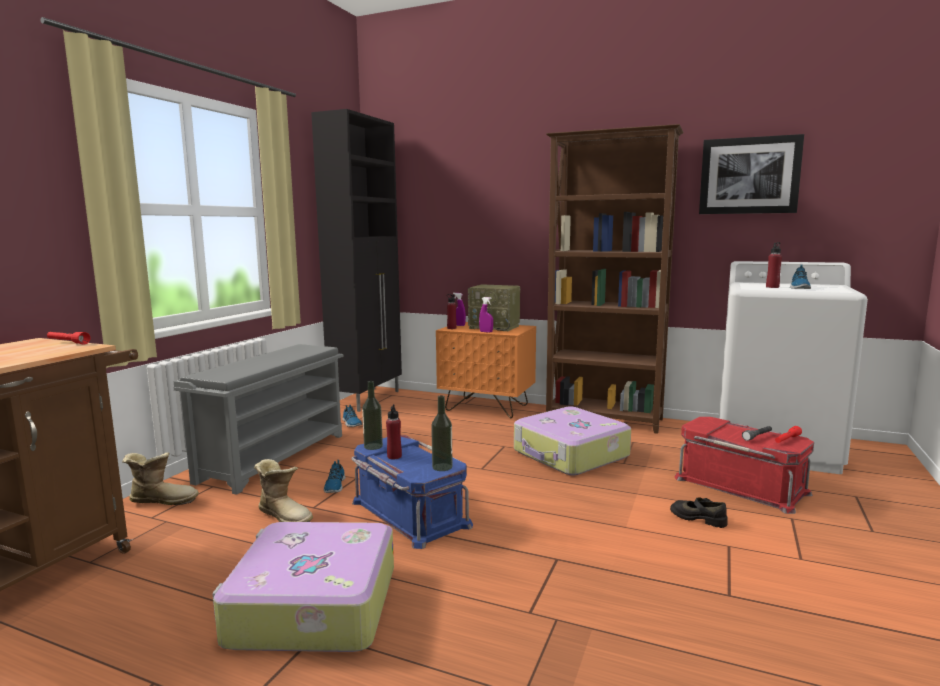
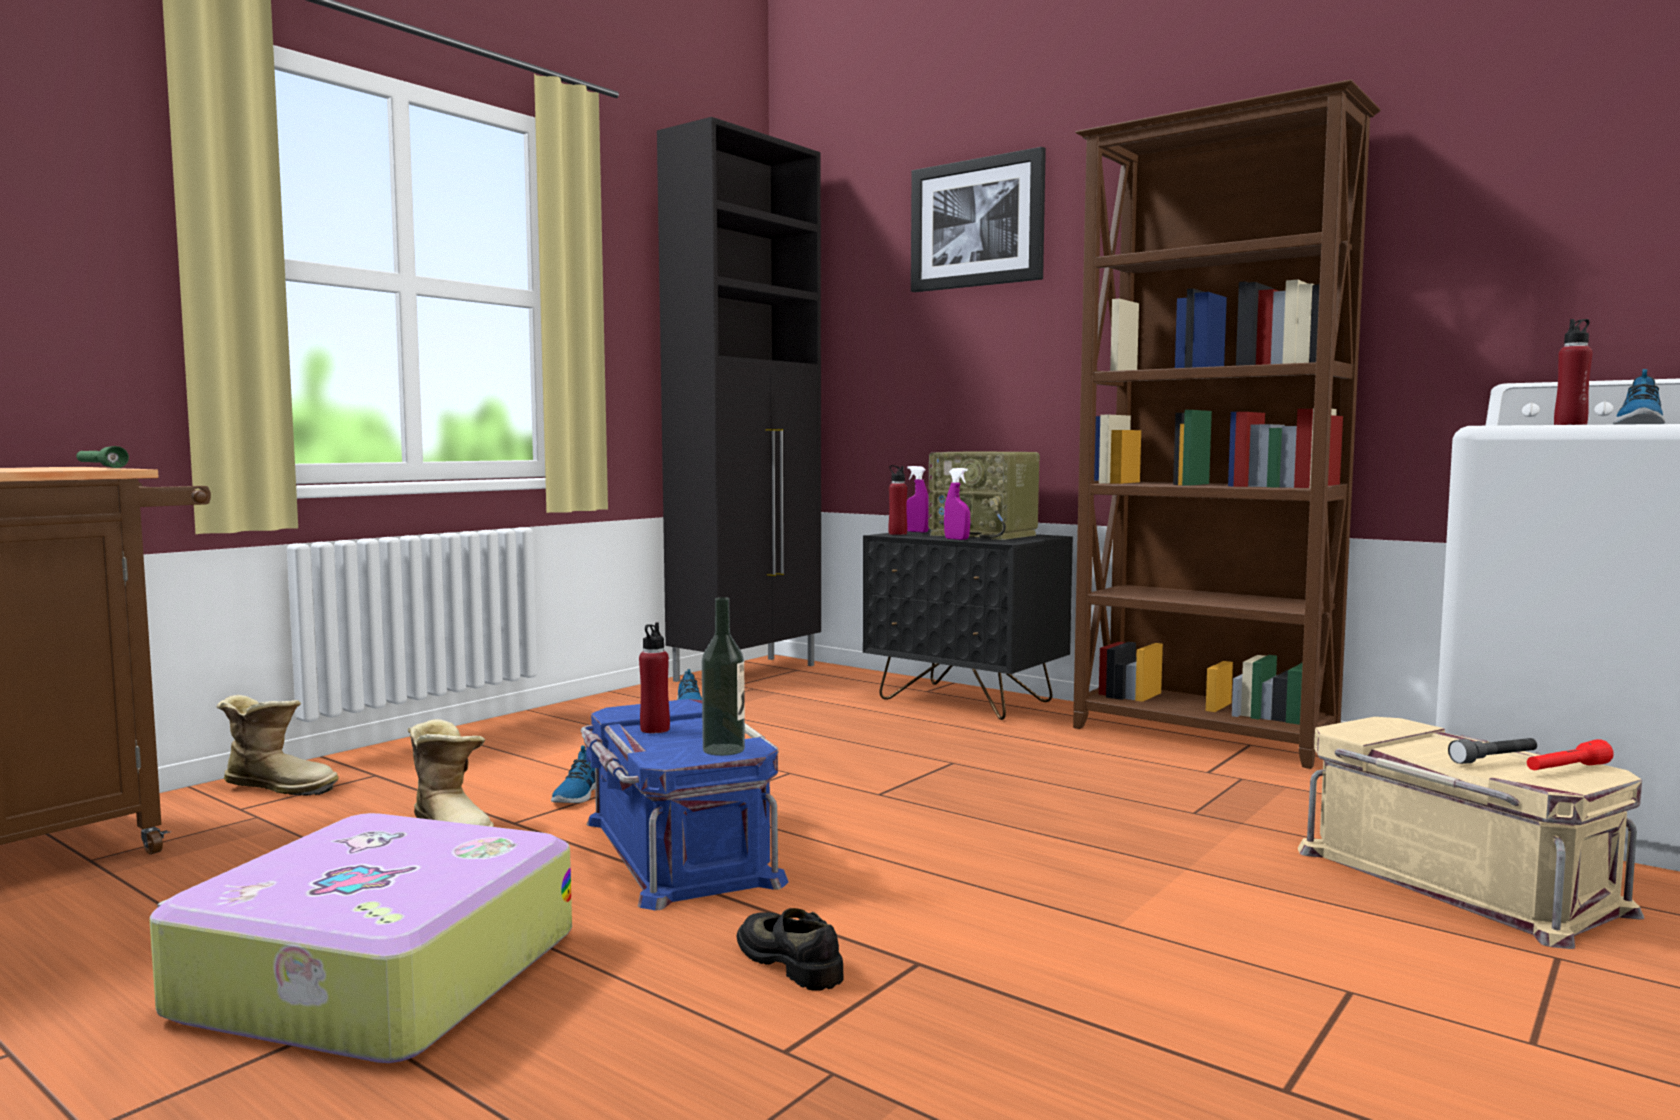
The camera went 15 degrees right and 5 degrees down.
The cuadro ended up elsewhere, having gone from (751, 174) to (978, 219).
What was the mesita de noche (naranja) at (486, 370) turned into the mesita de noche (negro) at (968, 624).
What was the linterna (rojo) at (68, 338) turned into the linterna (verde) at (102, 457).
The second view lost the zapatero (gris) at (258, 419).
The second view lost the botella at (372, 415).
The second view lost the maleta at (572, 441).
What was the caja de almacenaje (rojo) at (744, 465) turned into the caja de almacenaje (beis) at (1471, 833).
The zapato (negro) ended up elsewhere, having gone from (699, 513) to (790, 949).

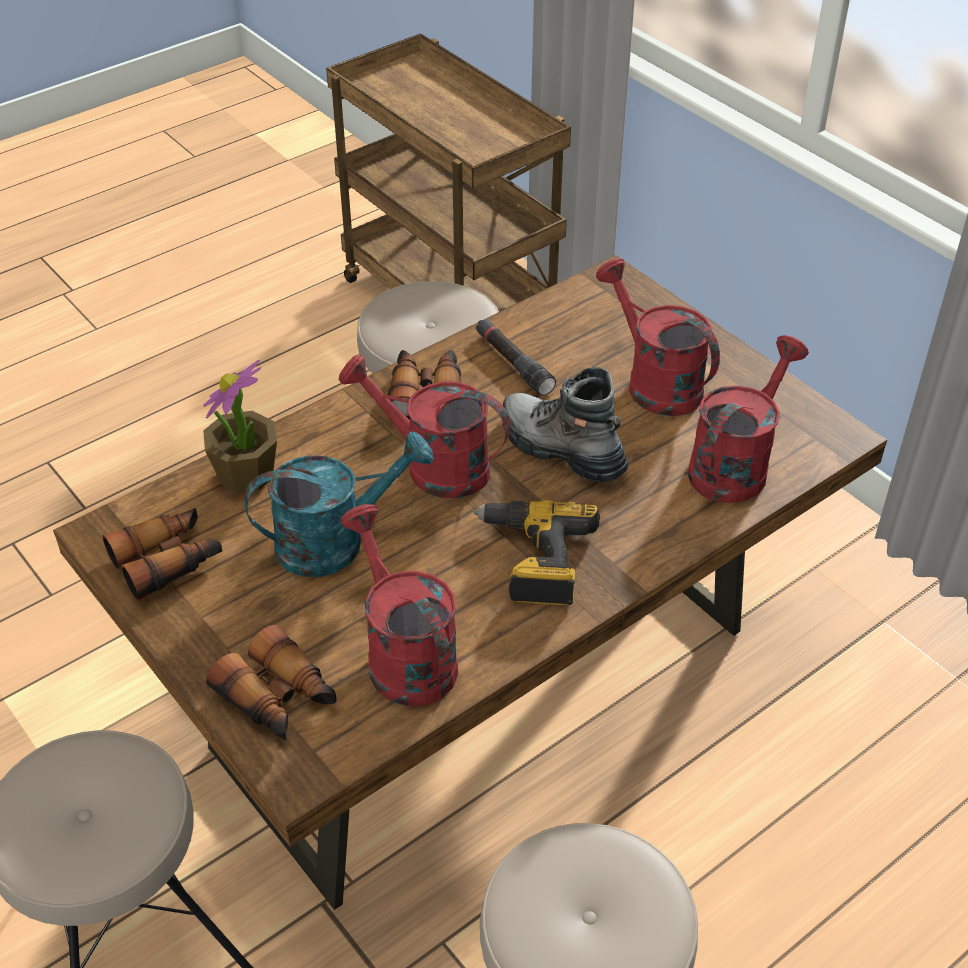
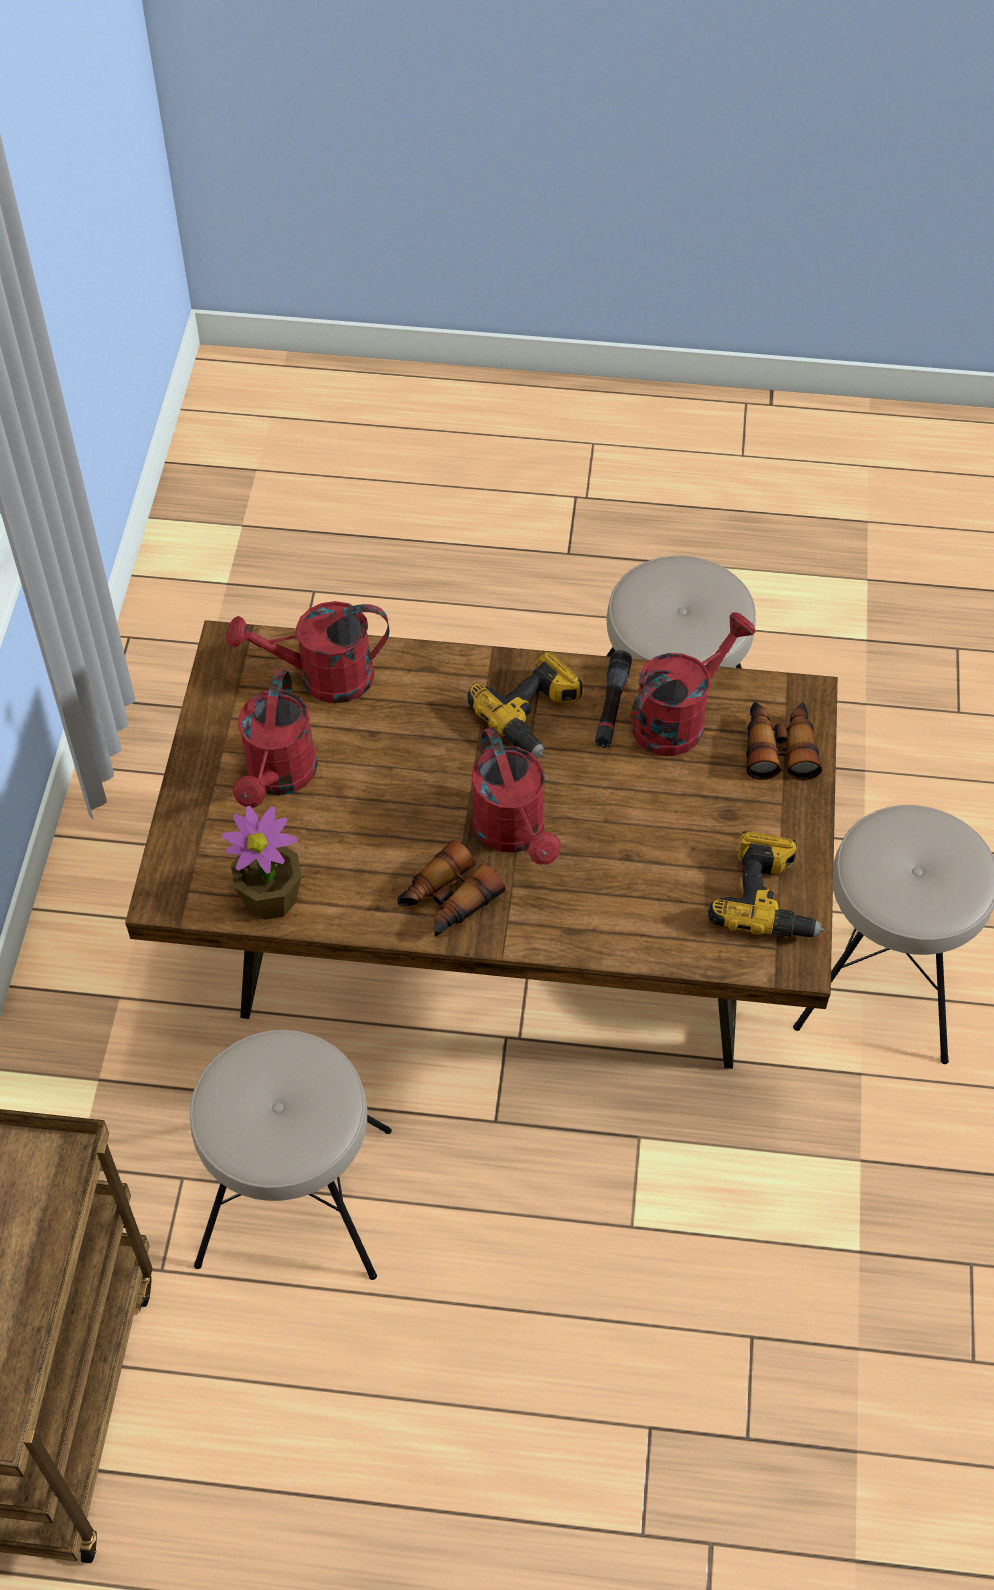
The camera went 135 degrees left and 10 degrees up.
The linterna (negro) ended up elsewhere, having gone from (516, 357) to (613, 699).
The planta en maceta ended up elsewhere, having gone from (240, 427) to (262, 863).
The second view lost the bota at (565, 425).
The second view lost the regadera (turquesa) at (339, 504).
The regadera (rojo) at (399, 605) ended up facing another way, 150 degrees counterclockwise from before.
Where the prismáticos stood at (162, 555), the taladro came to stand at (766, 884).

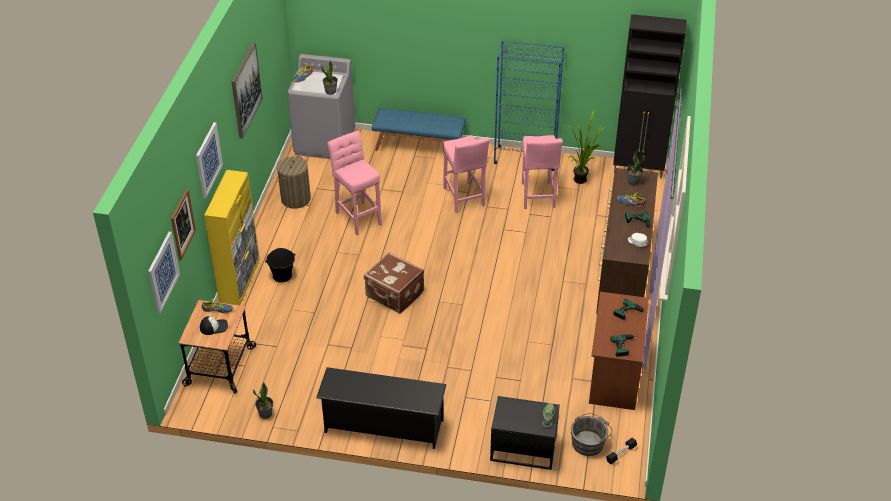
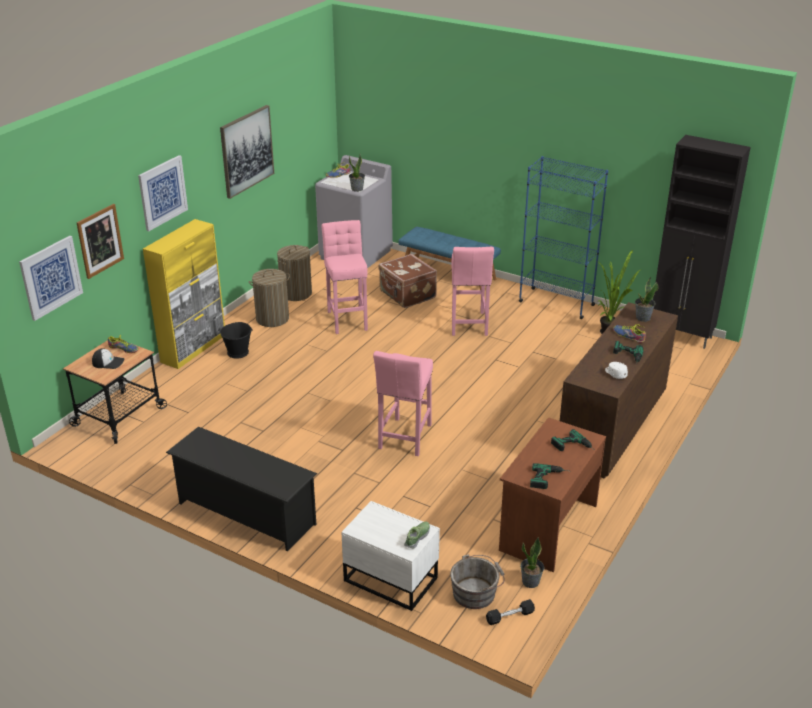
The camera went 20 degrees right and 10 degrees down.
The taburete (rosa) ended up elsewhere, having gone from (542, 172) to (403, 403).
The maleta (marrón) ended up elsewhere, having gone from (394, 283) to (408, 281).
The planta en maceta ended up elsewhere, having gone from (263, 400) to (532, 562).
What was the mesita de noche (negro) at (525, 433) turned into the mesita de noche (blanco) at (390, 556).
The second view gained the cesto de la ropa at (269, 298).

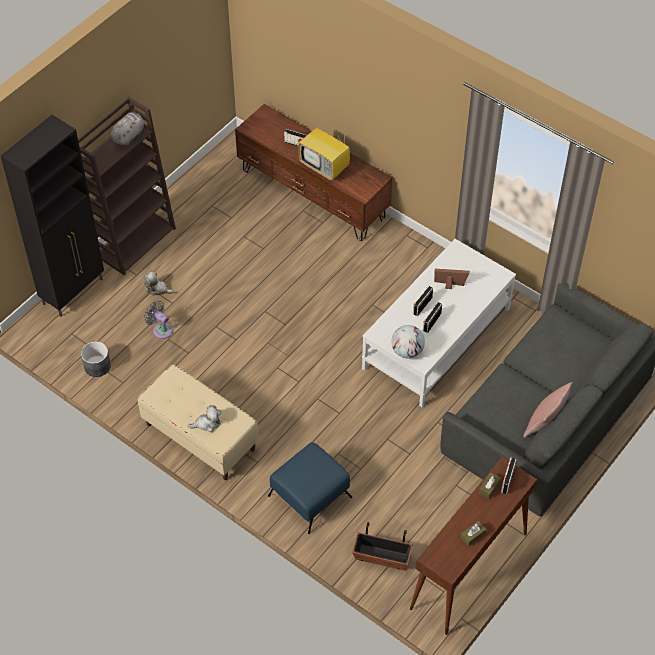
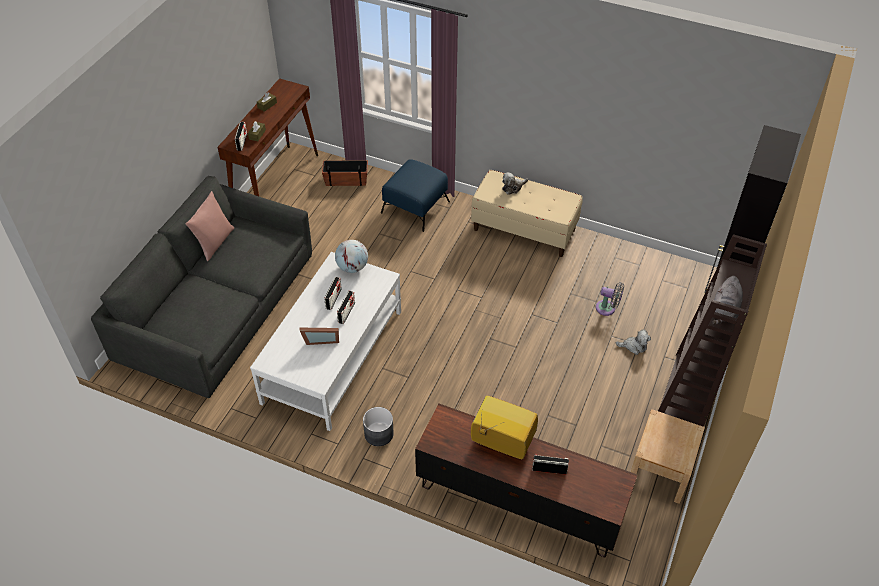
The camera went 165 degrees right and 5 degrees down.
The maceta (gris) ended up elsewhere, having gone from (96, 359) to (378, 426).
The second view gained the mesita de noche (beis) at (668, 456).

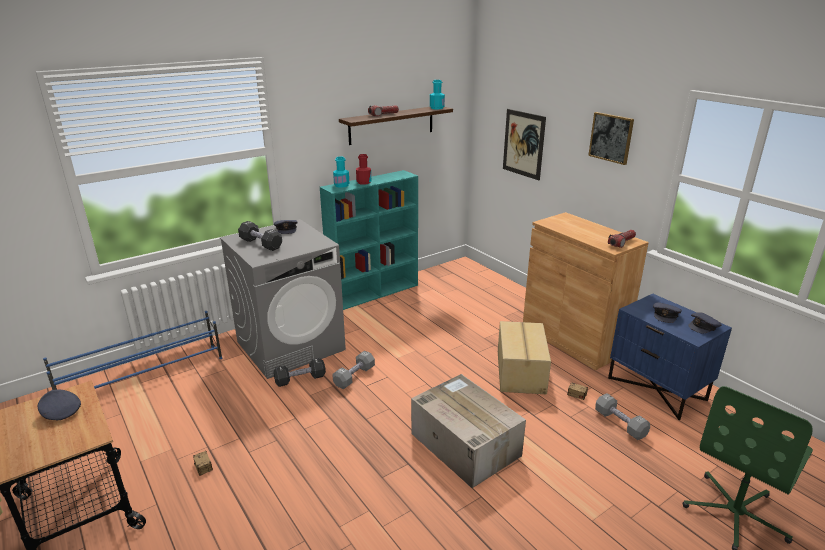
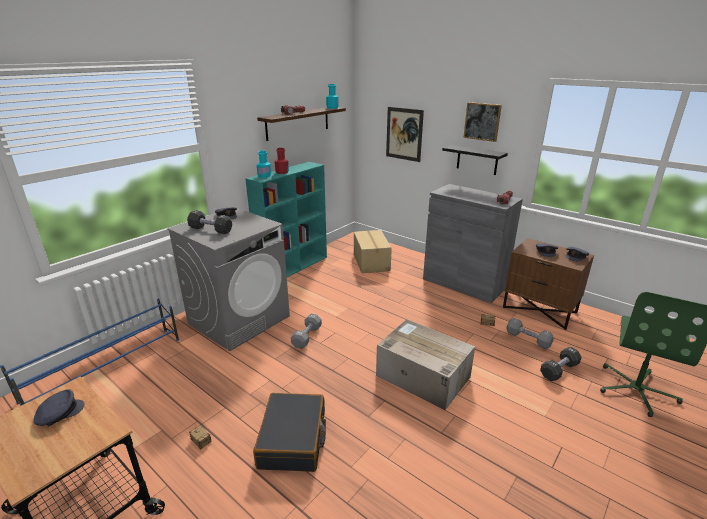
The camera went 15 degrees left and 0 degrees up.
What was the armario (marrón) at (586, 291) turned into the armario (gris) at (473, 243).
What was the mesita de noche (azul) at (670, 357) turned into the mesita de noche (marrón) at (548, 284).
The caja de cartón ended up elsewhere, having gone from (524, 357) to (373, 251).
The mancuerna (negro) ended up elsewhere, having gone from (299, 372) to (561, 364).
The gorra (gris) at (59, 404) ended up facing another way, 120 degrees clockwise from before.
The second view gained the estante (negro) at (475, 160).
The second view gained the maleta (negro) at (289, 432).

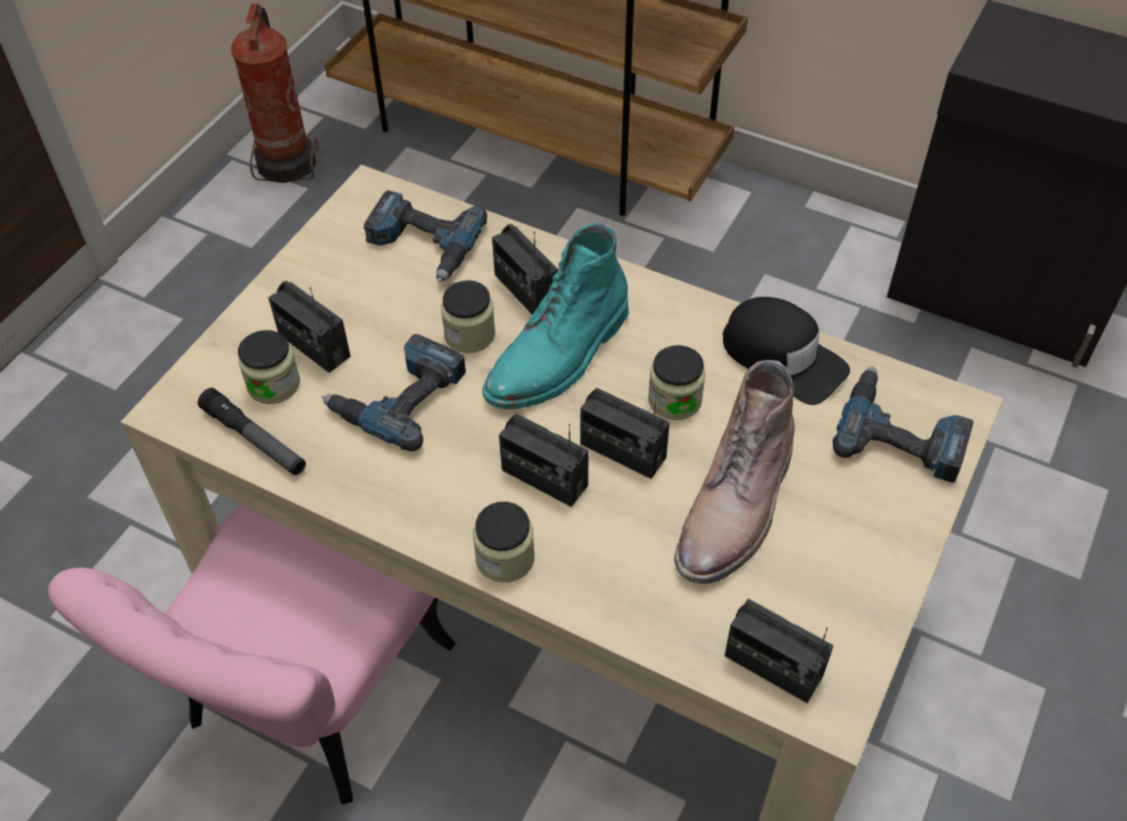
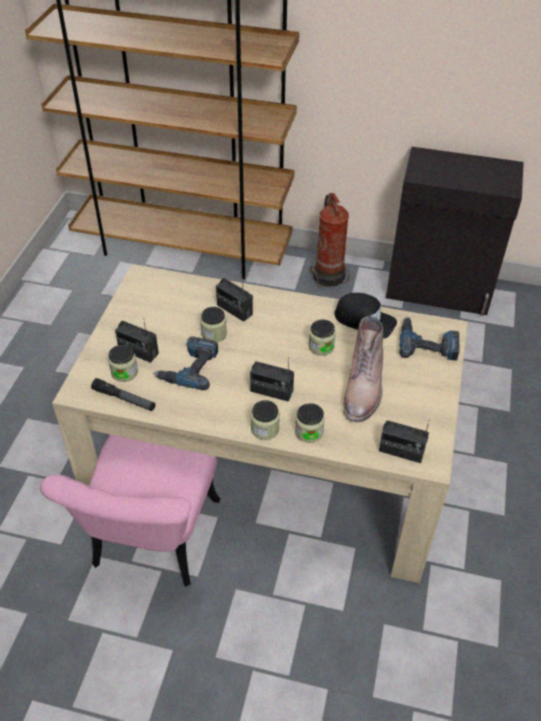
The camera went 15 degrees left and 5 degrees down.
The extintor ended up elsewhere, having gone from (274, 93) to (329, 240).
The second view lost the taladro at (425, 236).
The second view lost the bota (turquesa) at (555, 316).
The second view lost the radio at (625, 433).
The second view gained the tarro at (310, 423).

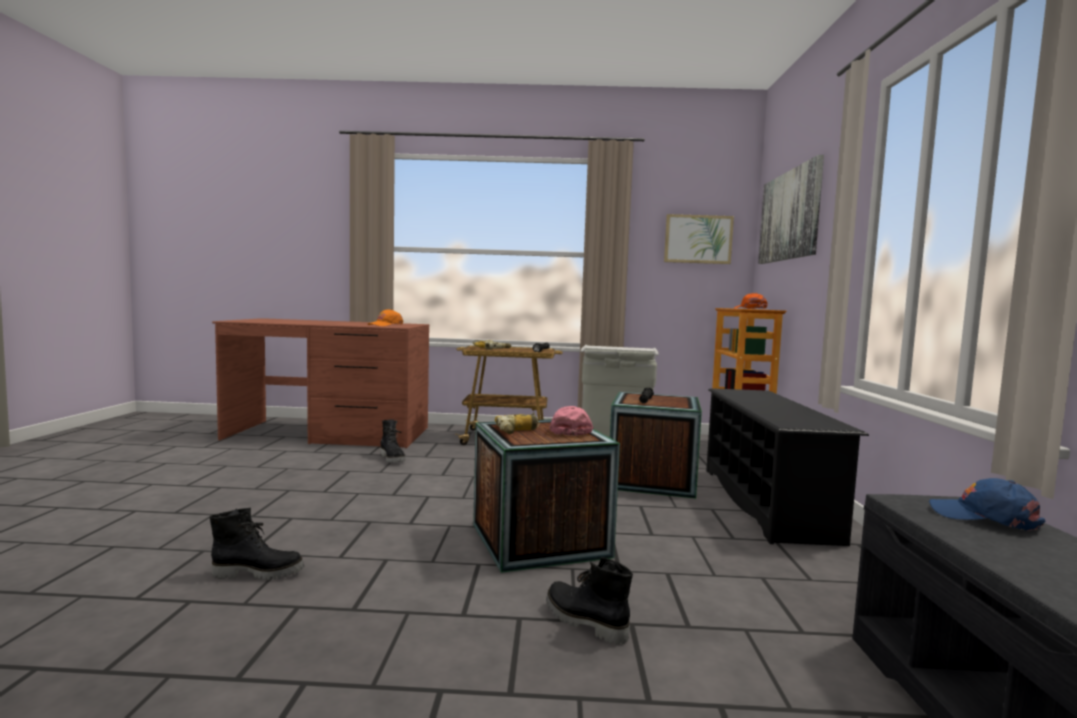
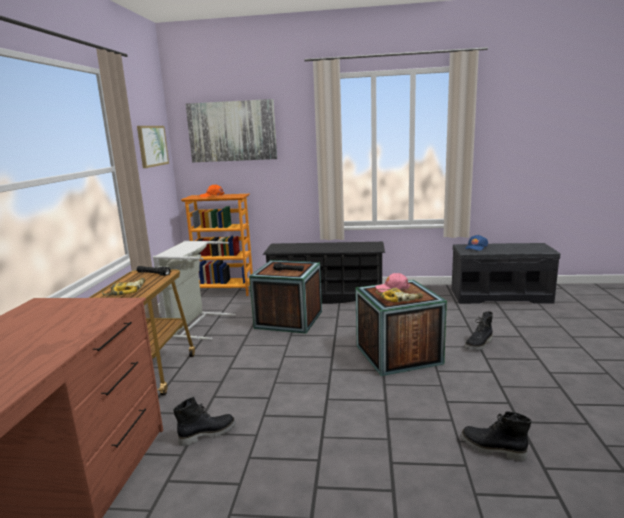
The camera went 85 degrees left and 10 degrees up.
The second view lost the gorra (naranja) at (385, 317).
The bota (negro) at (257, 544) ended up facing another way, 60 degrees counterclockwise from before.

